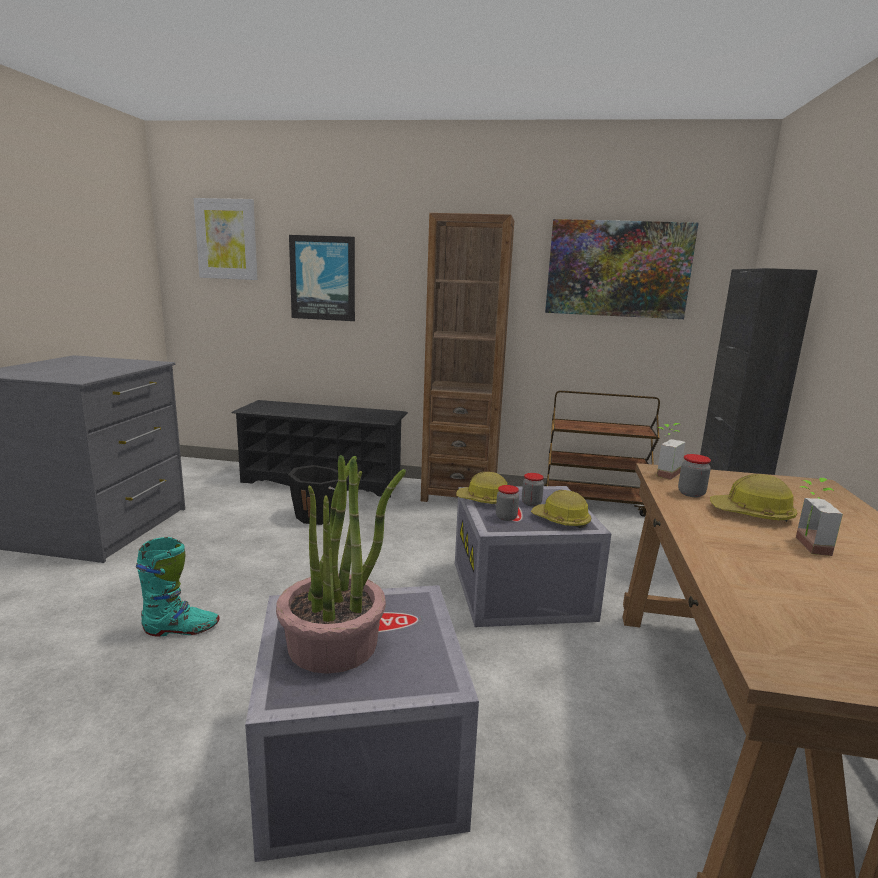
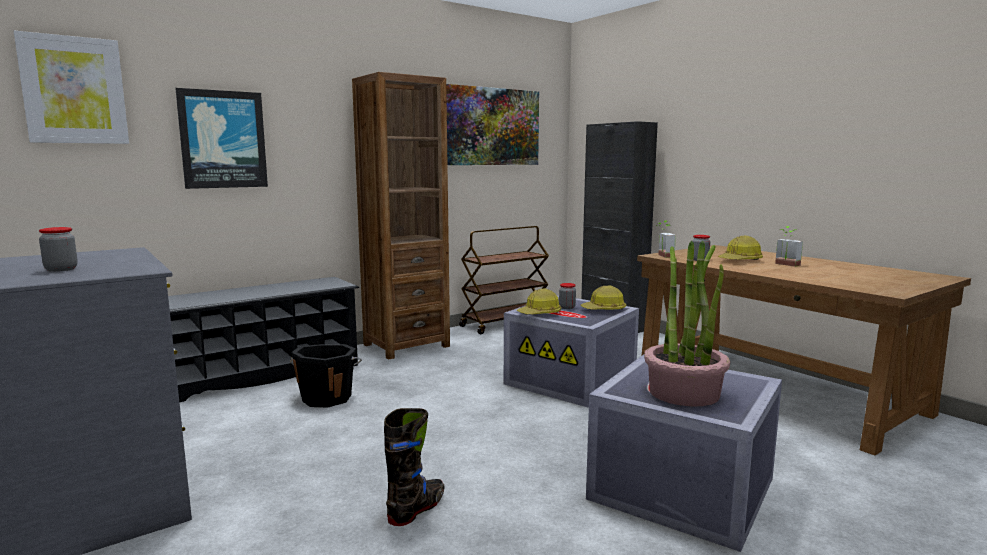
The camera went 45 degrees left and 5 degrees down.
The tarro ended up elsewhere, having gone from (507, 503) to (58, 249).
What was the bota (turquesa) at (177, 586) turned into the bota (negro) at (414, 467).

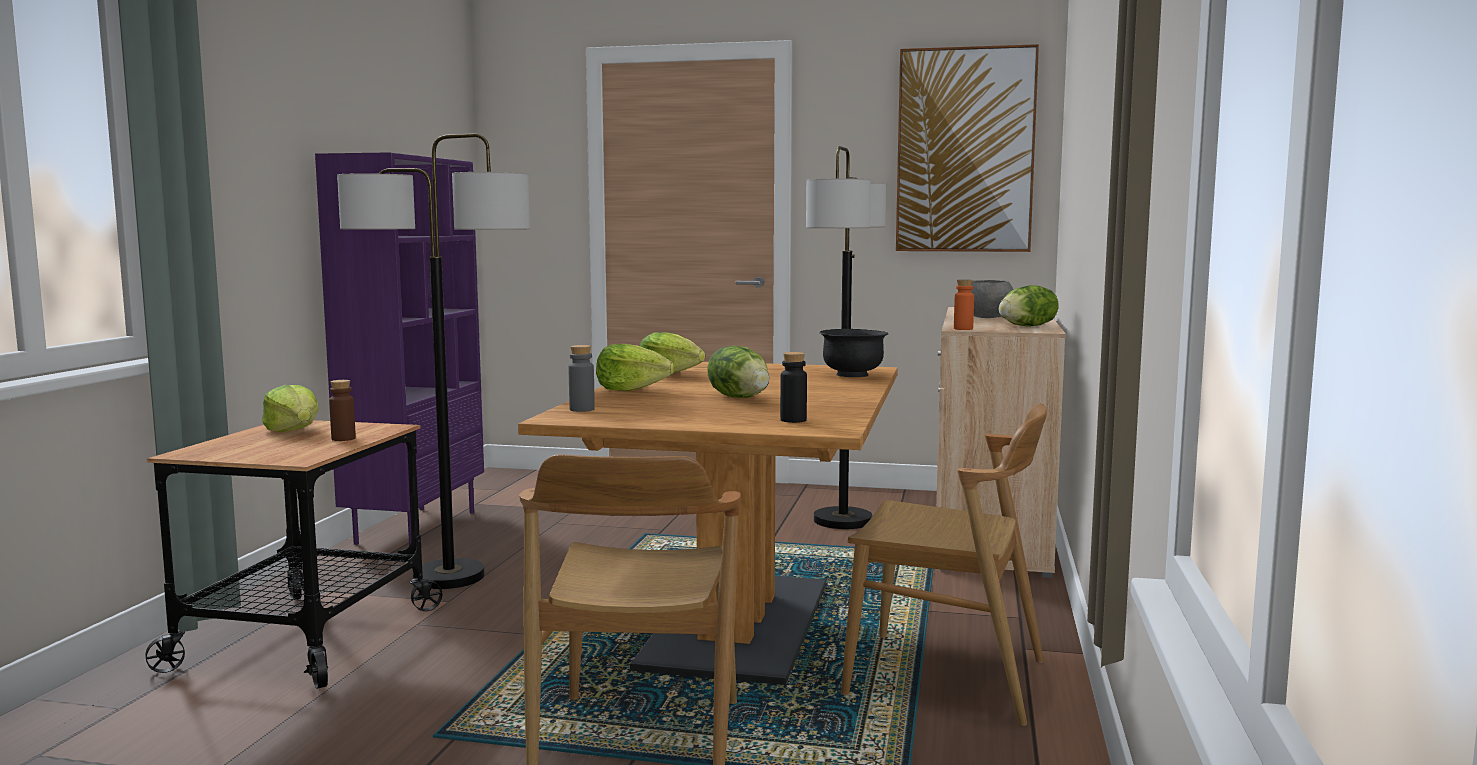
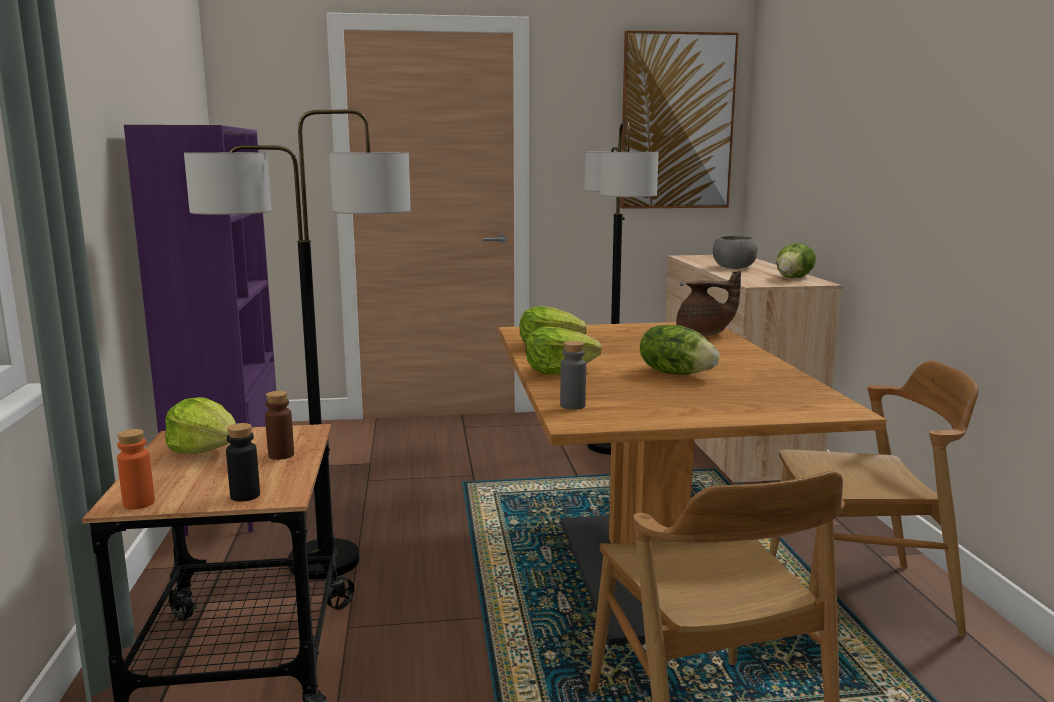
The camera went 20 degrees left and 5 degrees up.
The botella (naranja) ended up elsewhere, having gone from (964, 305) to (136, 469).
Where the cuenco (negro) stood at (853, 353), the tetera (marrón) came to stand at (708, 303).
The botella (negro) ended up elsewhere, having gone from (793, 387) to (243, 462).

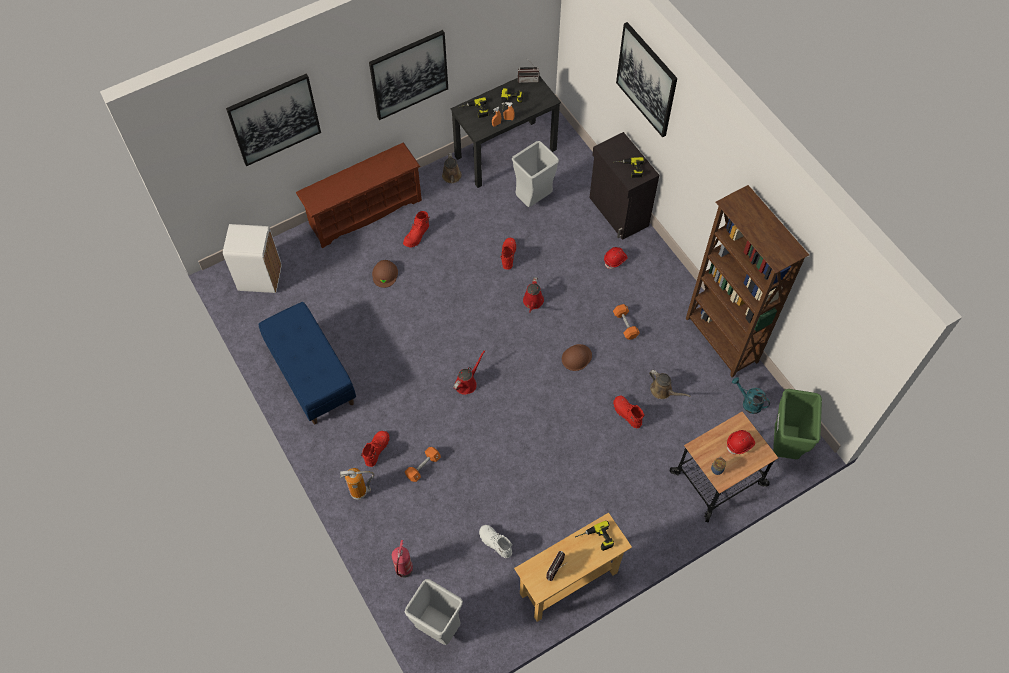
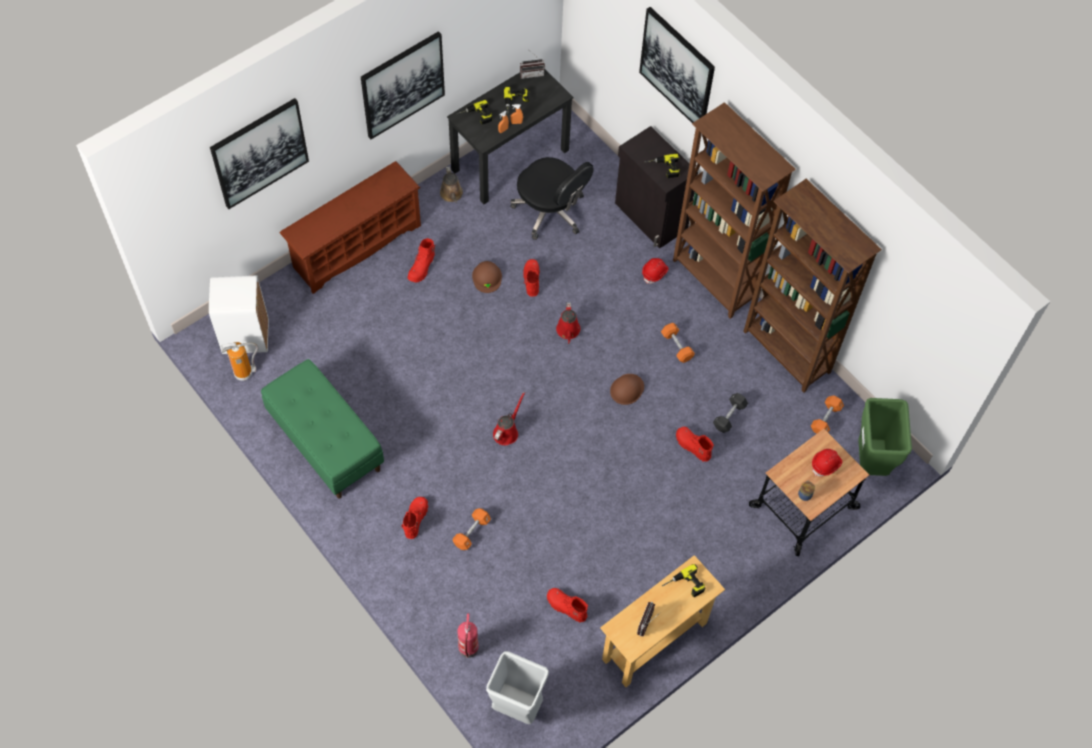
The camera went 10 degrees left and 0 degrees up.
Where the papelera (gris) stood at (535, 174), the silla de oficina (negro) came to stand at (552, 198).
The casco (marrón) ended up elsewhere, having gone from (385, 274) to (487, 277).
What was the banco (azul) at (307, 363) turned into the banco (verde) at (322, 429).
Where the regadera (marrón) stood at (669, 384), the mancuerna (negro) came to stand at (730, 413).
Where the regadera (turquesa) stood at (751, 395), the mancuerna (naranja) came to stand at (827, 414).
The extintor ended up elsewhere, having gone from (357, 484) to (240, 361).
What was the bota (blanco) at (496, 541) turned into the bota (rojo) at (567, 605).
The second view gained the estantería (marrón) at (734, 210).

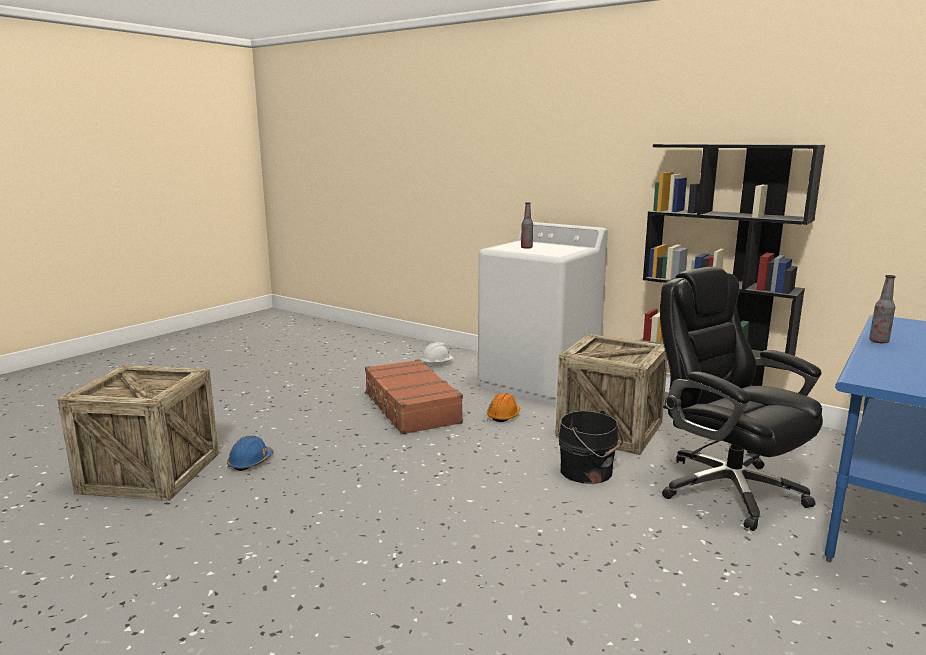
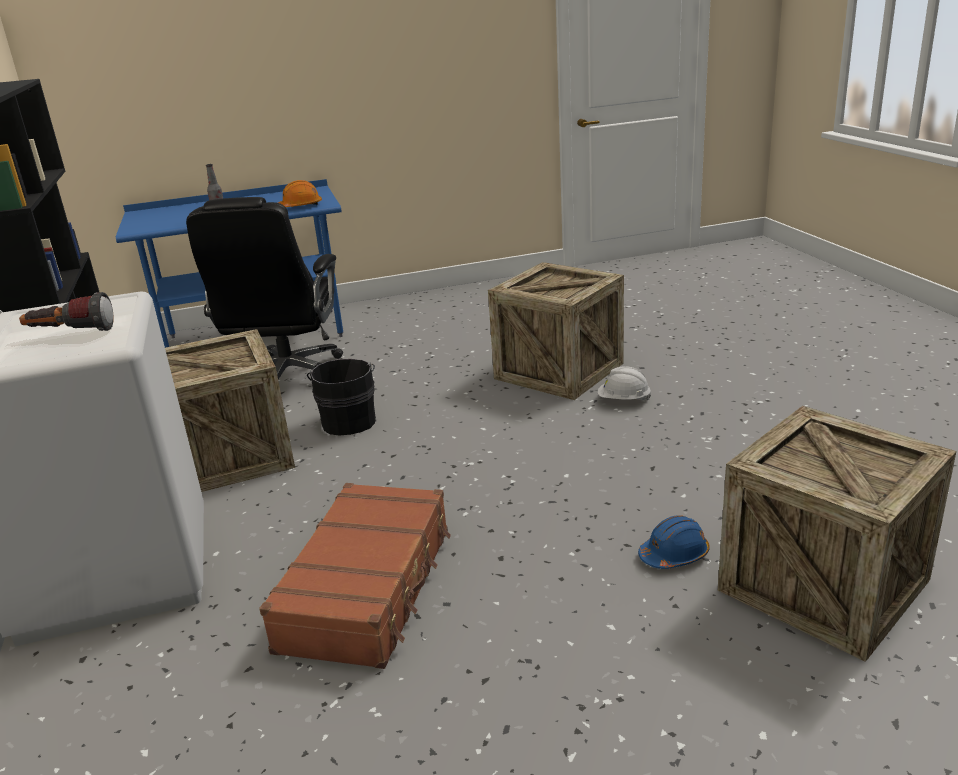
The camera went 140 degrees left and 10 degrees up.
Where the botella stood at (527, 225), the linterna came to stand at (66, 311).
The casco (blanco) ended up elsewhere, having gone from (437, 354) to (624, 383).
The casco (naranja) ended up elsewhere, having gone from (503, 407) to (300, 193).
The second view gained the caja de embalaje at (556, 331).

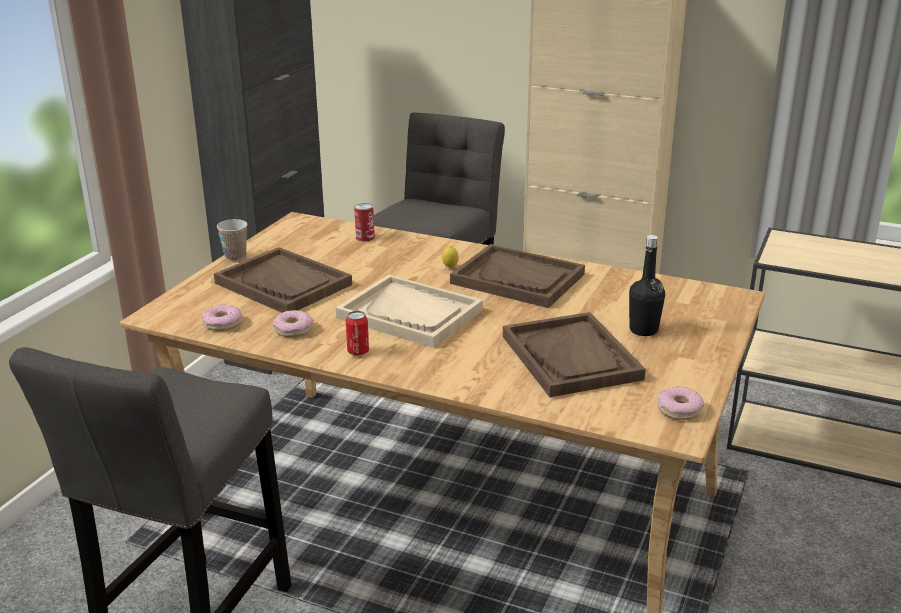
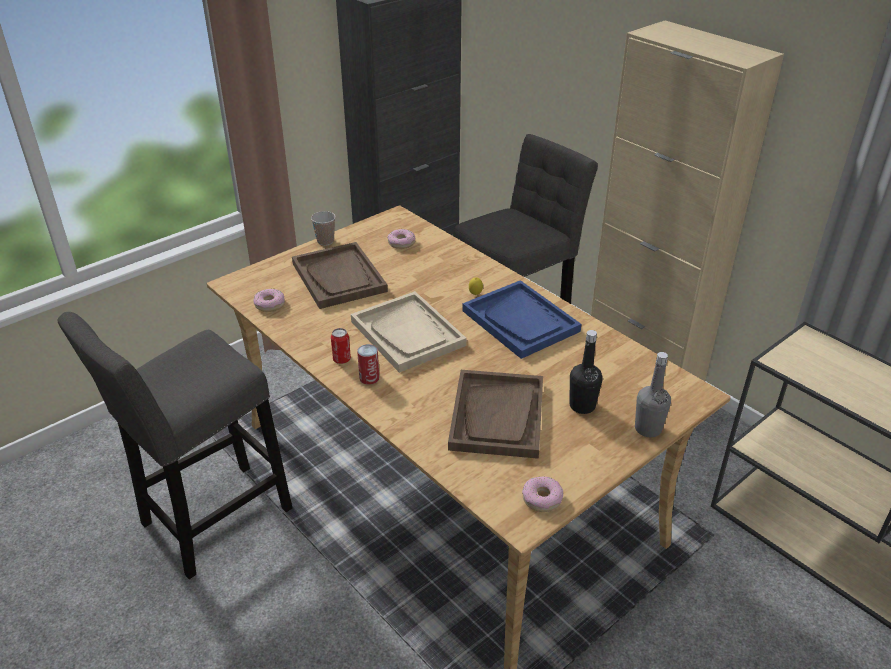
The camera went 25 degrees right and 10 degrees up.
The lata ended up elsewhere, having gone from (364, 222) to (368, 364).
What was the bandeja (marrón) at (517, 276) turned into the bandeja (azul) at (521, 319).
The rosquilla ended up elsewhere, having gone from (293, 323) to (401, 239).
The second view gained the botella (gris) at (653, 394).

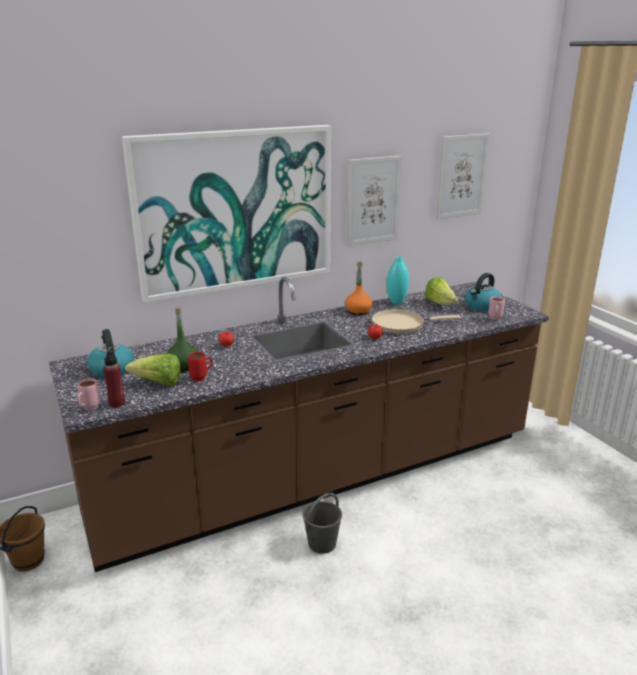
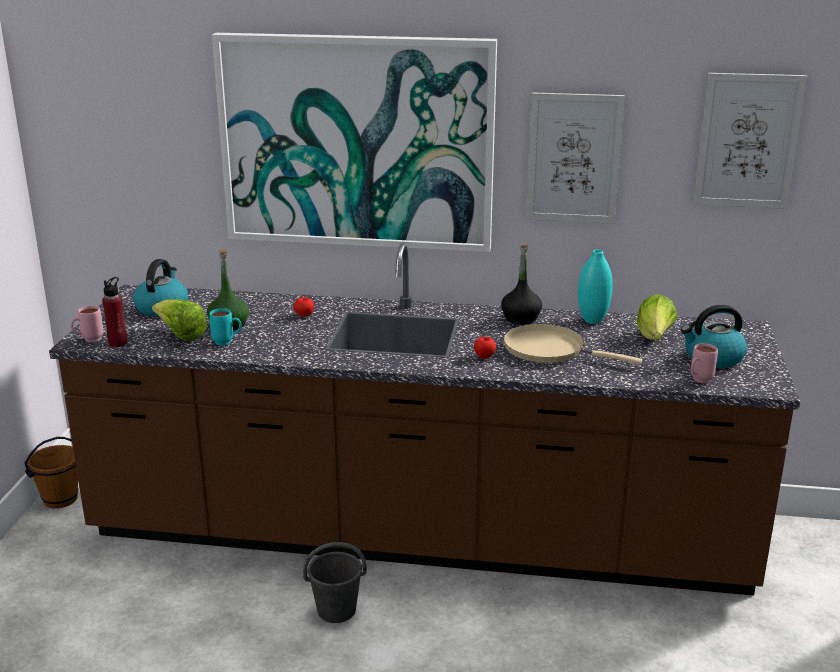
The camera went 35 degrees right and 0 degrees up.
What was the botella (naranja) at (358, 288) turned into the botella (negro) at (521, 284).
What was the taza grande (rojo) at (200, 367) turned into the taza grande (turquesa) at (225, 327).

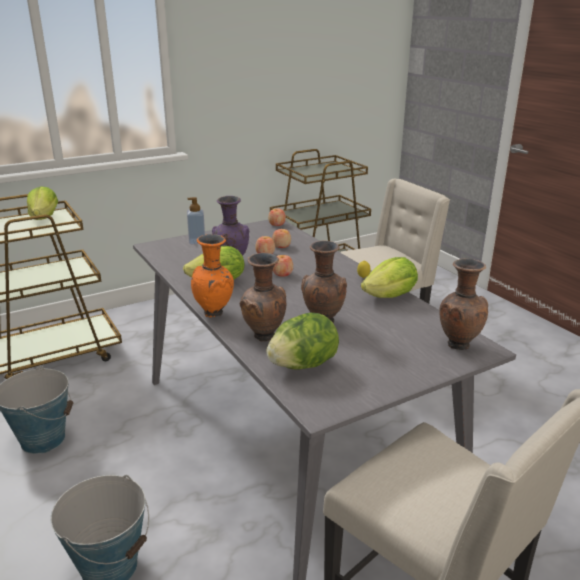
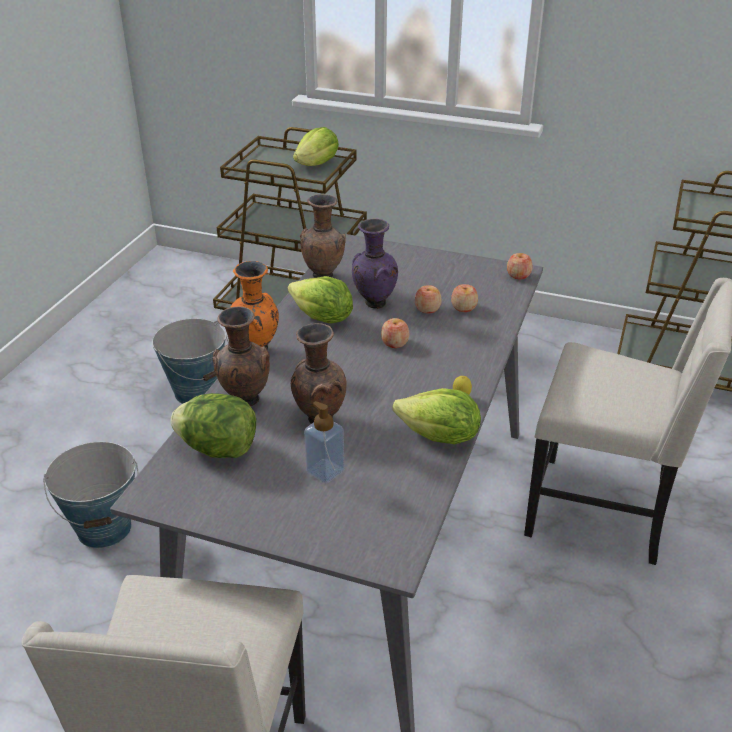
The camera went 50 degrees right and 10 degrees up.
The dispensador de jabón ended up elsewhere, having gone from (196, 220) to (324, 442).
The florero (marrón) ended up elsewhere, having gone from (463, 304) to (323, 236).

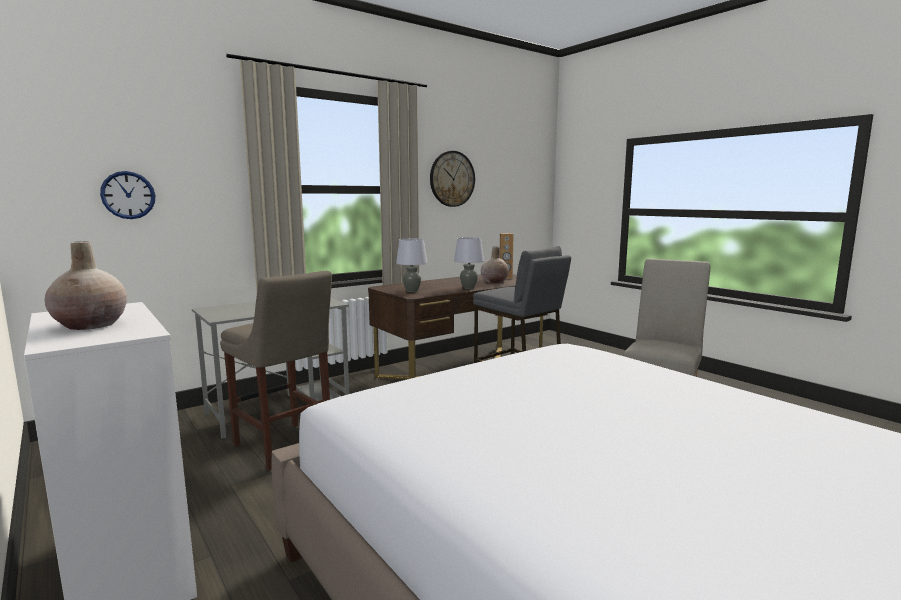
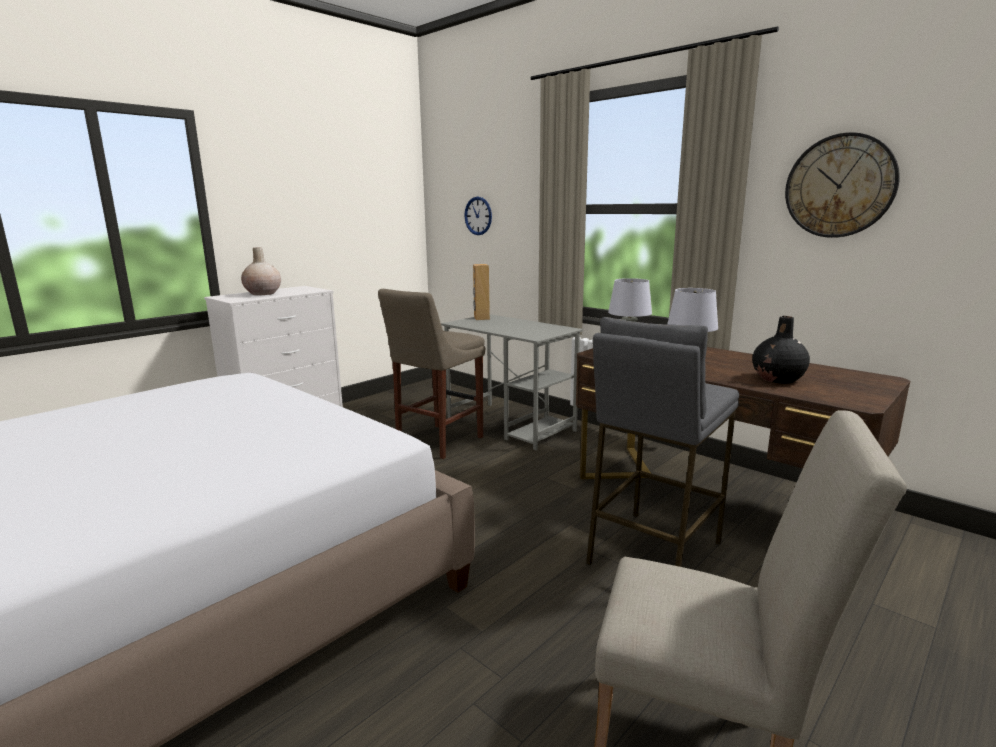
The camera went 80 degrees right and 5 degrees up.
The altavoz (marrón) ended up elsewhere, having gone from (506, 256) to (481, 292).
What was the florero (beis) at (495, 265) turned into the florero (negro) at (781, 350).

